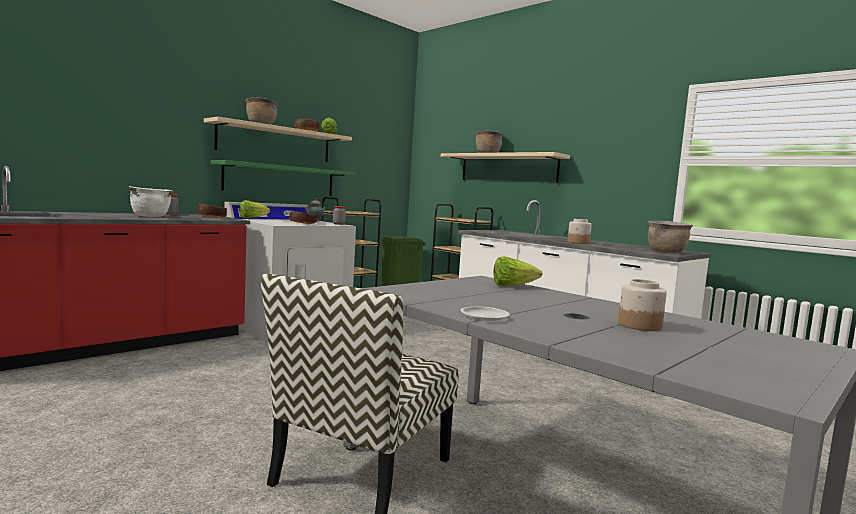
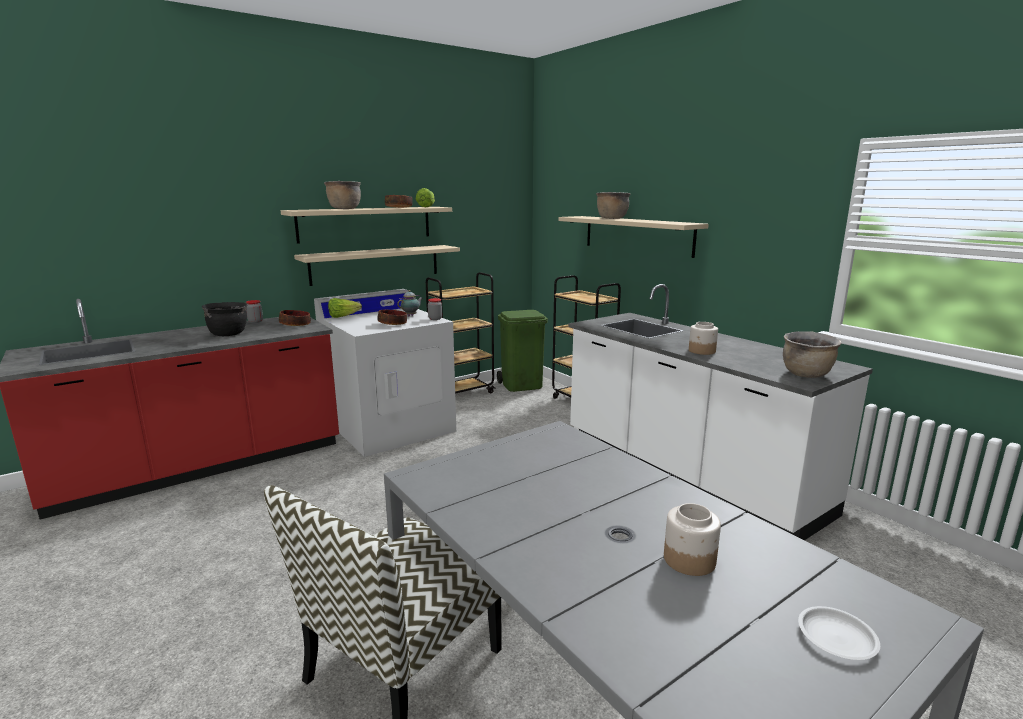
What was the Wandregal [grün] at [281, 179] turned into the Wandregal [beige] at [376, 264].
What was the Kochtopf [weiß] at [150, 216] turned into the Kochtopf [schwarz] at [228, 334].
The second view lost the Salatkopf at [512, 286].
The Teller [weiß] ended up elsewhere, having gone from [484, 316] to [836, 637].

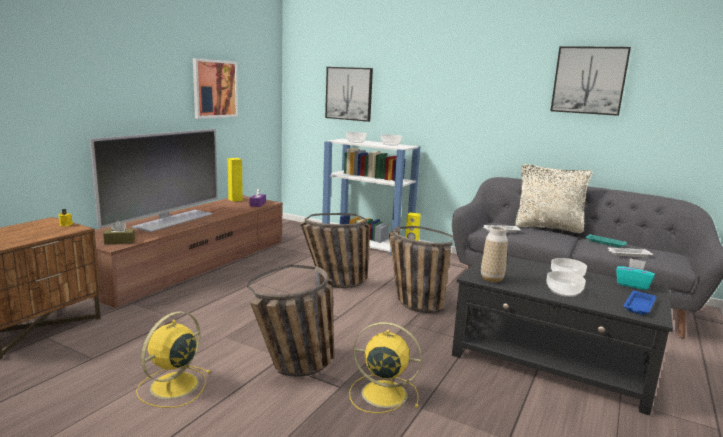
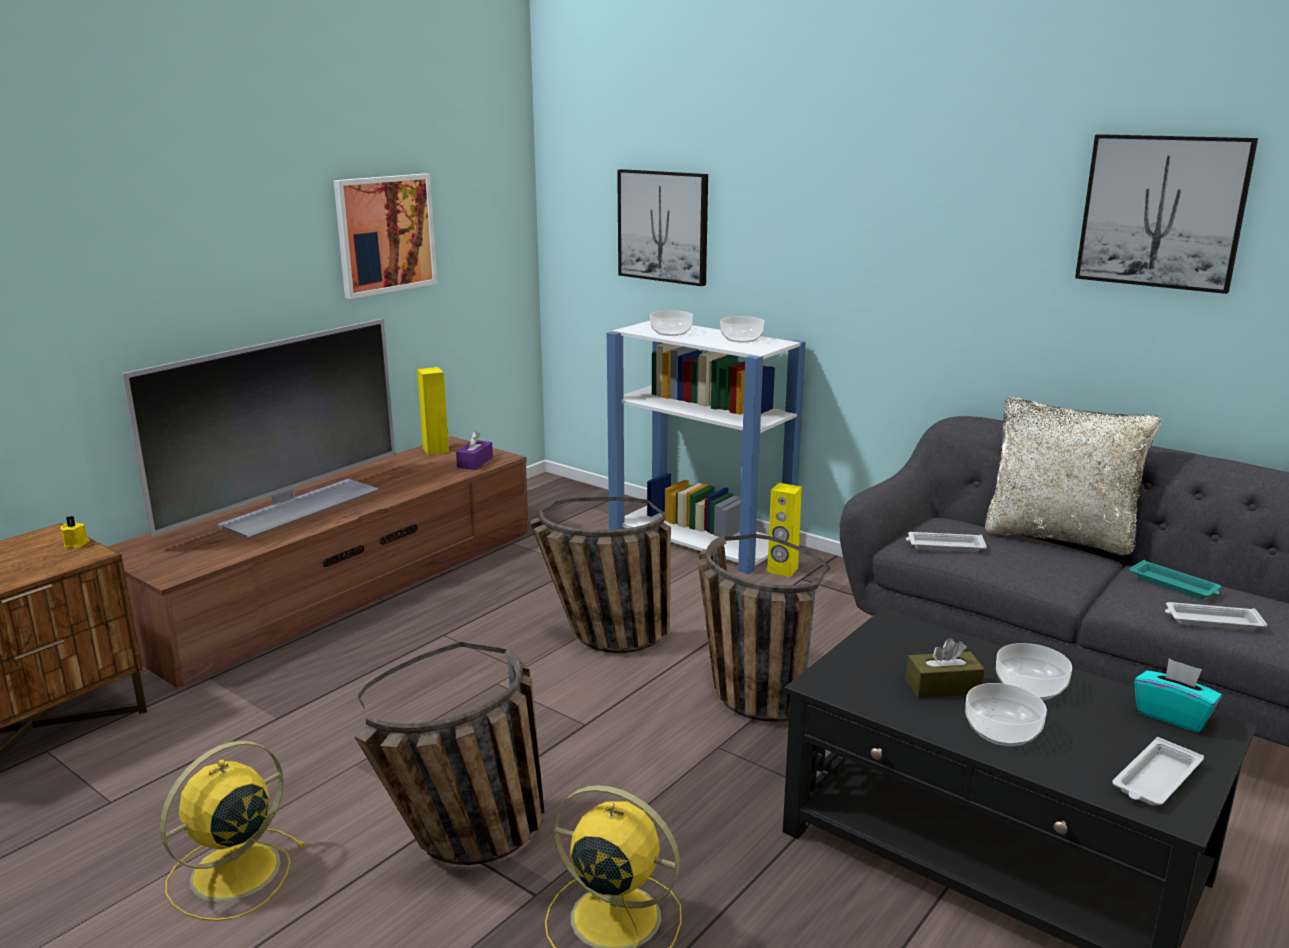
The Taschentuchbox [braun] ended up elsewhere, having gone from [119, 241] to [943, 687].
The second view lost the Vase at [492, 279].
What was the Tablett [blau] at [639, 306] turned into the Tablett [weiß] at [1155, 780].

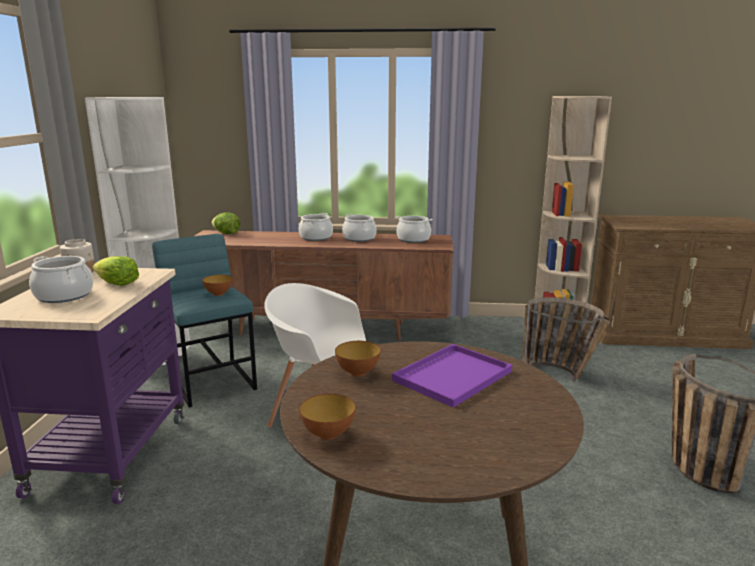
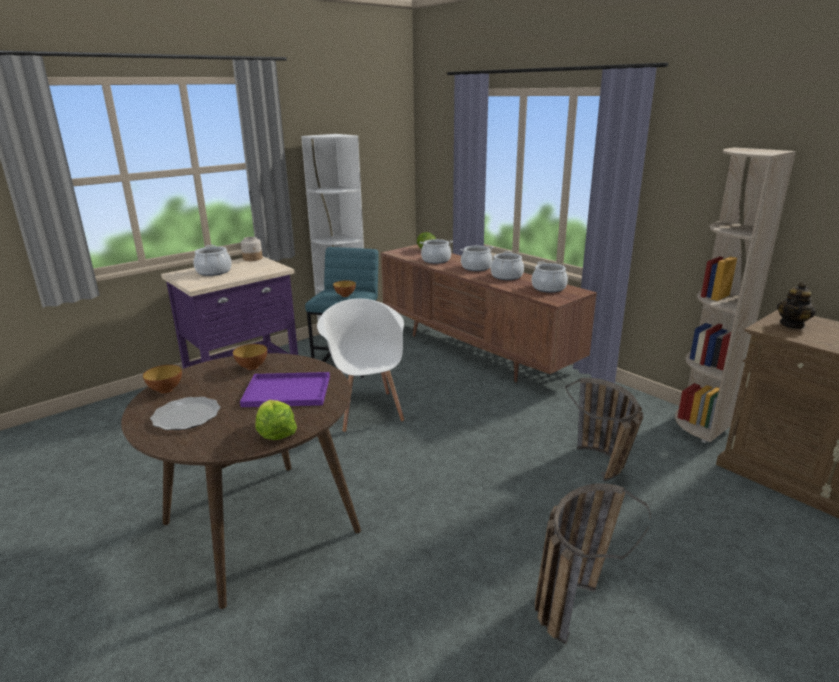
The Salatkopf ended up elsewhere, having gone from [117, 283] to [275, 432].
The second view gained the Kochtopf at [436, 260].
The second view gained the Teekanne at [792, 324].
The second view gained the Teller at [186, 416].

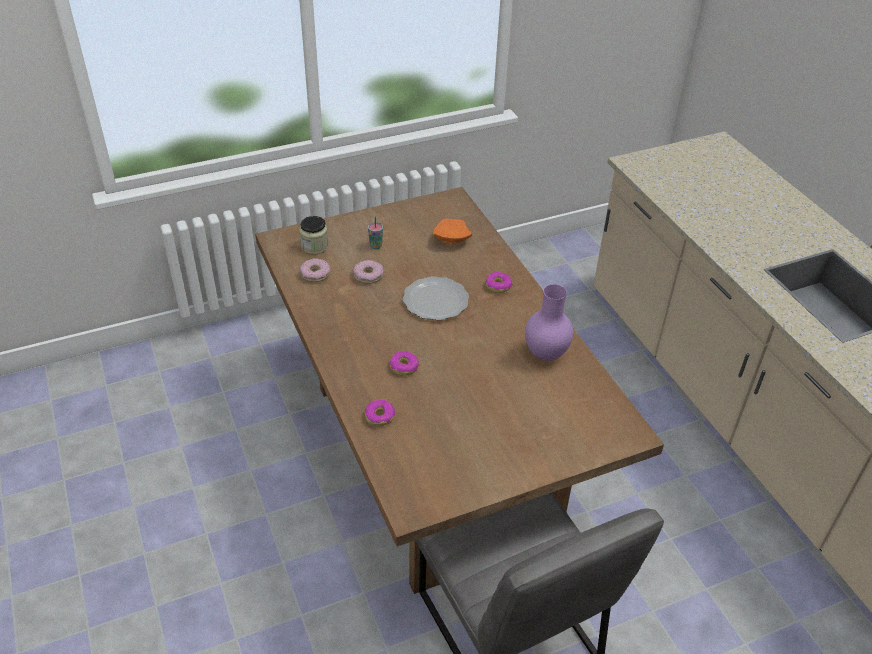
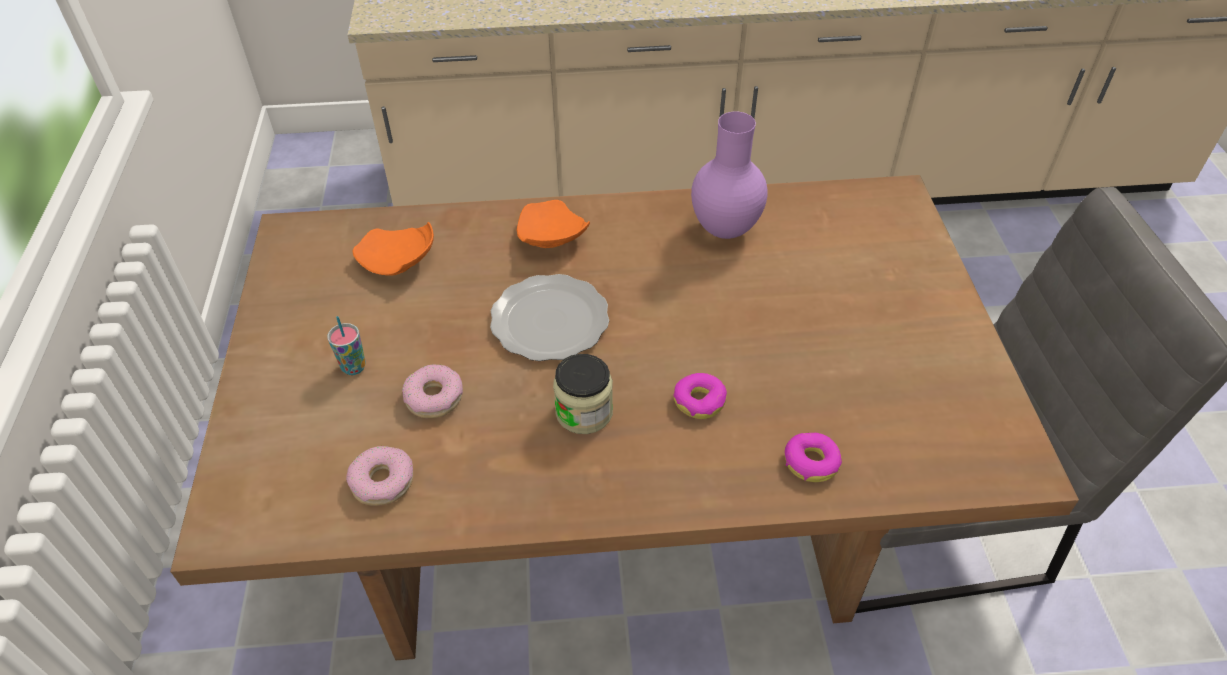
The Vorratsglas ended up elsewhere, having gone from [314, 246] to [584, 412].
Where the Donut stood at [498, 286], the Teller [orange] came to stand at [550, 238].

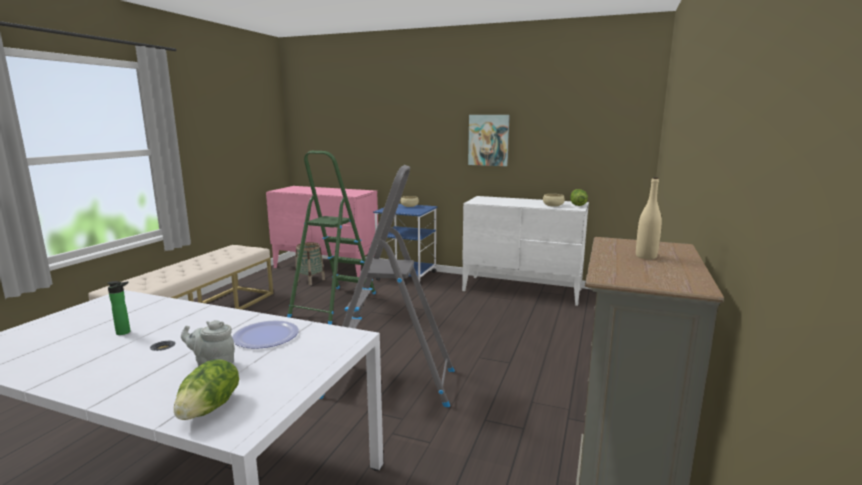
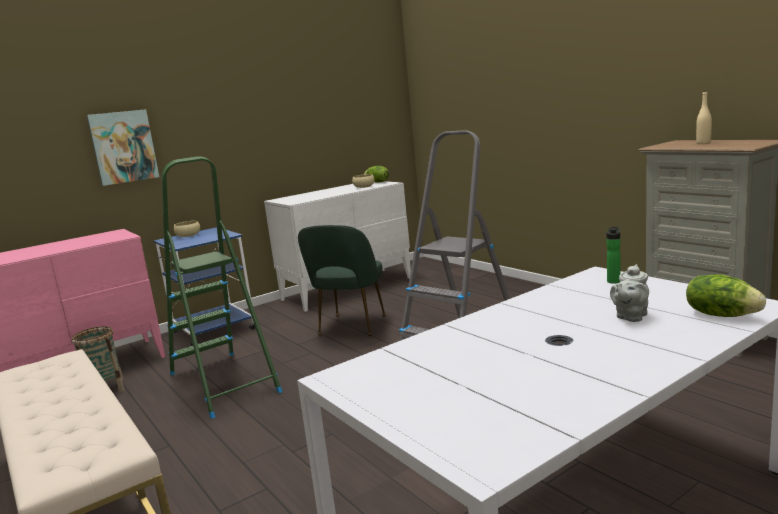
The Bild ended up elsewhere, having gone from [488, 140] to [123, 147].
The Flasche ended up elsewhere, having gone from [125, 332] to [614, 281].
The second view lost the Teller at [266, 336].
The second view gained the Stuhl [grün] at [350, 328].

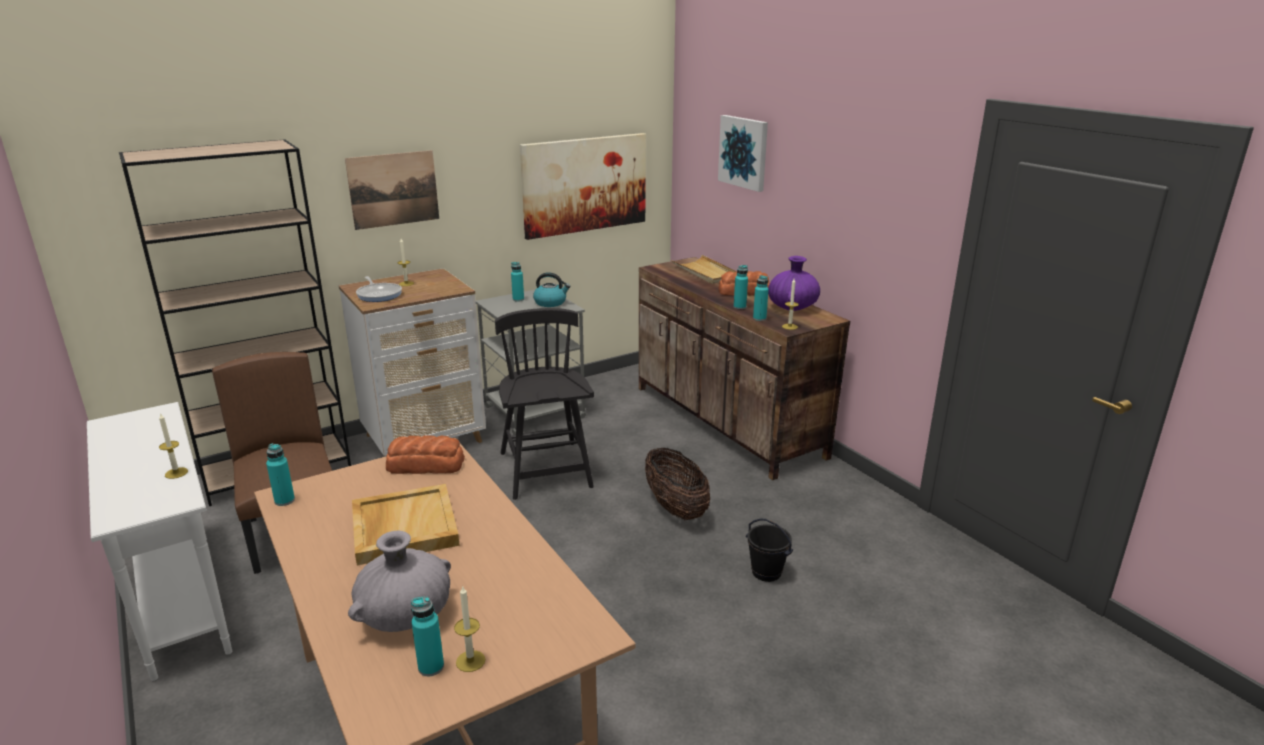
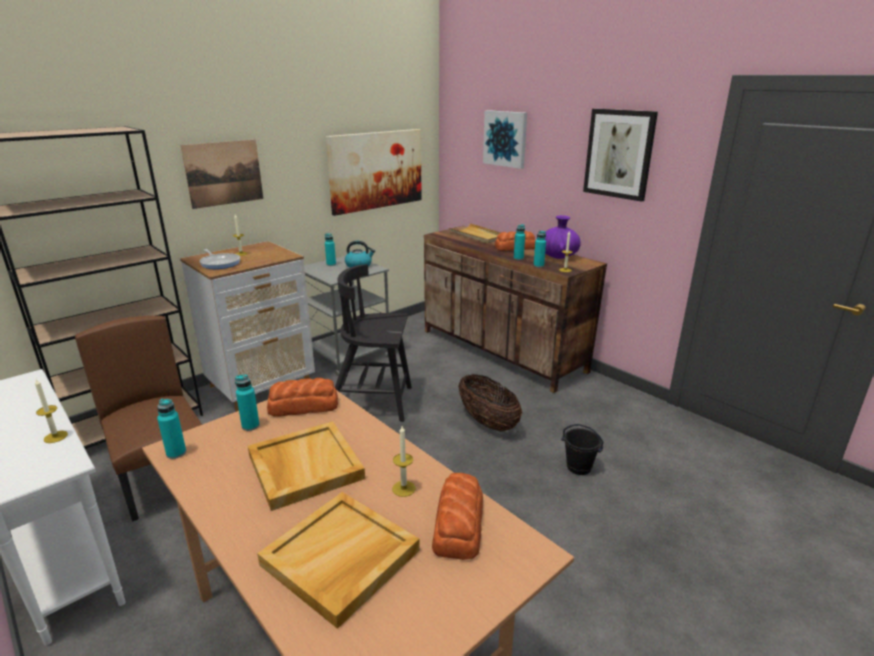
The Stuhl [schwarz] at [546, 470] ended up facing another way, 60 degrees counterclockwise from before.
Where the Vase [grau] stood at [406, 616], the Tablett [beige] came to stand at [340, 559].
The Kerze ended up elsewhere, having gone from [470, 661] to [403, 488].
The Flasche [türkis] ended up elsewhere, having gone from [431, 667] to [250, 426].
The second view gained the Bild at [619, 154].
The second view gained the Brot at [459, 523].

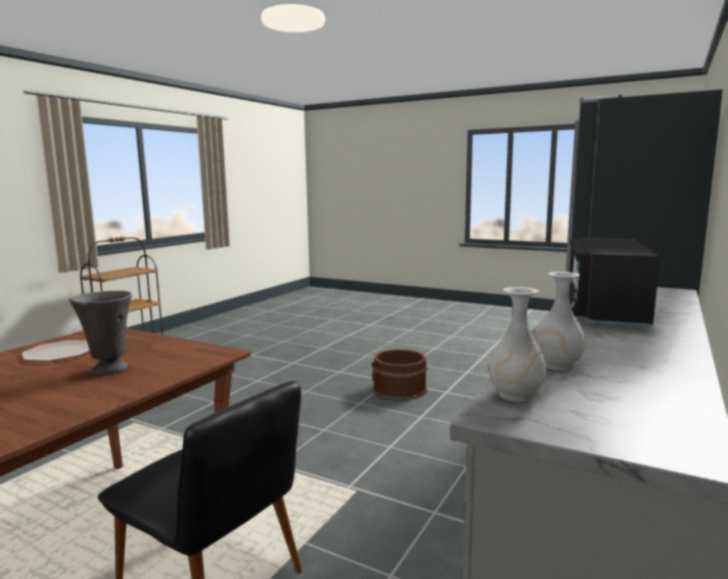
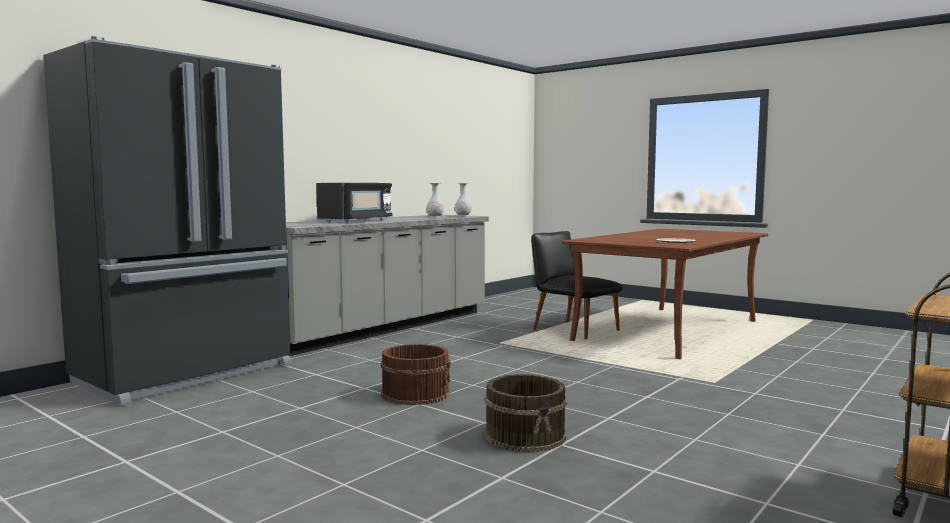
The second view lost the Vase [grau] at [109, 369].
The second view gained the Eimer [braun] at [526, 435].

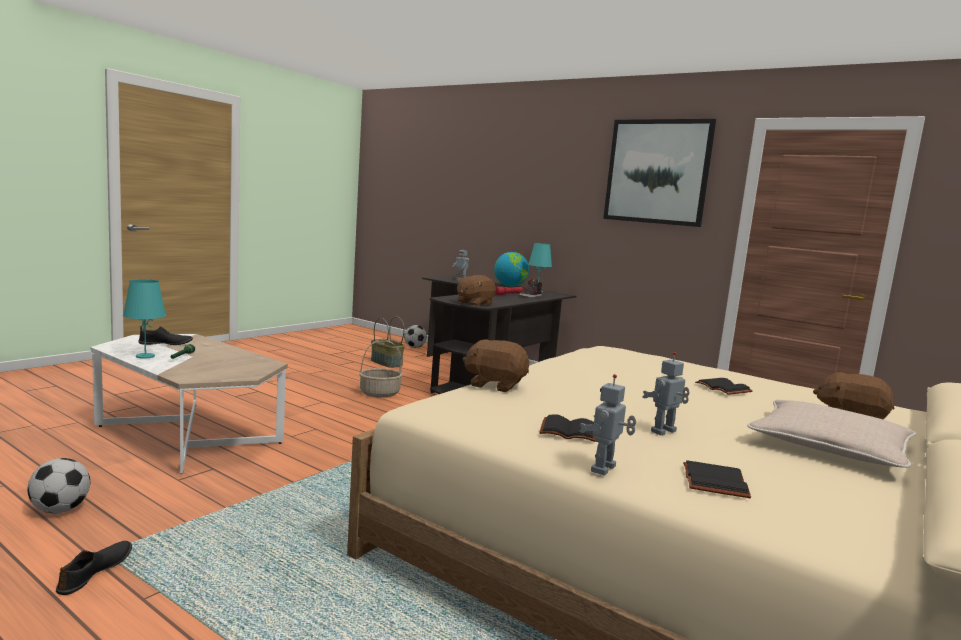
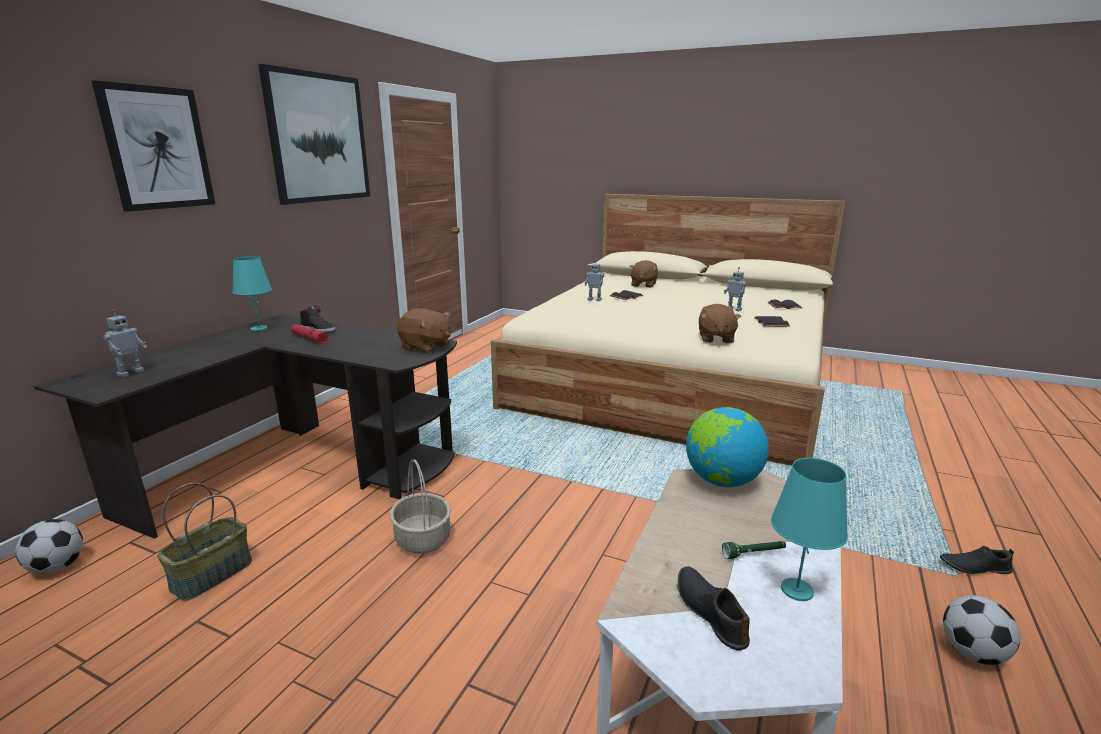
The Globus ended up elsewhere, having gone from [510, 286] to [722, 481].
The Spielzeugroboter ended up elsewhere, having gone from [605, 469] to [595, 299].
The second view lost the Kissen [beige] at [829, 445].
The second view gained the Bild at [157, 148].

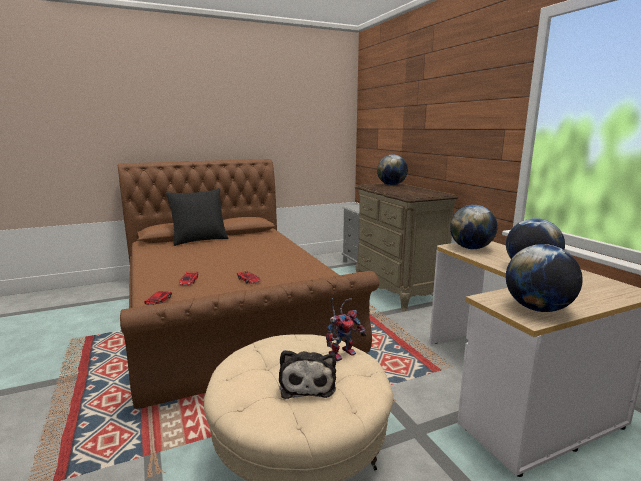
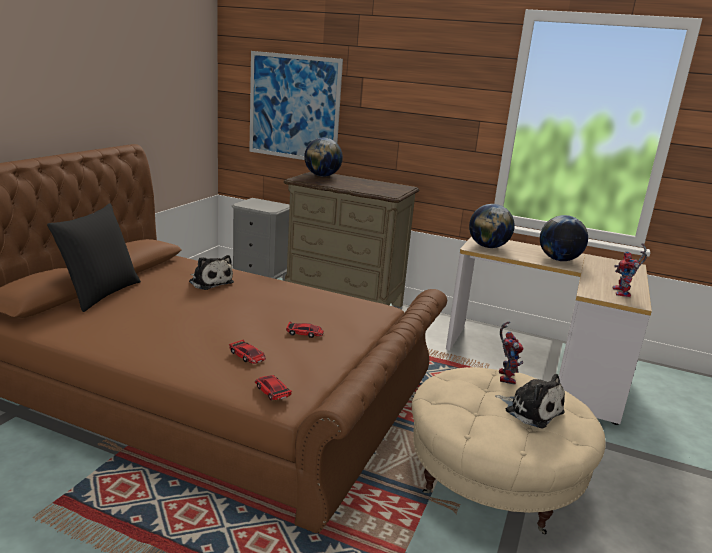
Where the Globus stood at [538, 308], the Spielzeugroboter came to stand at [623, 293].
The second view gained the Bild at [294, 107].
The second view gained the Plüschtier at [210, 282].

